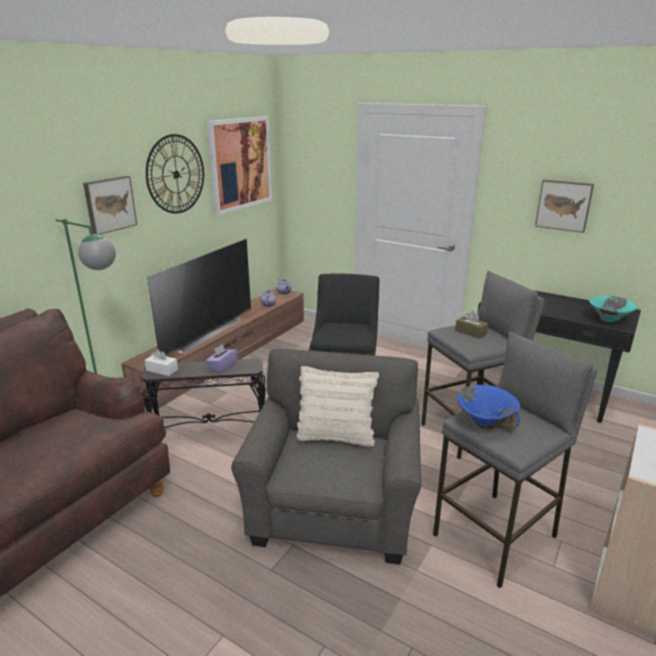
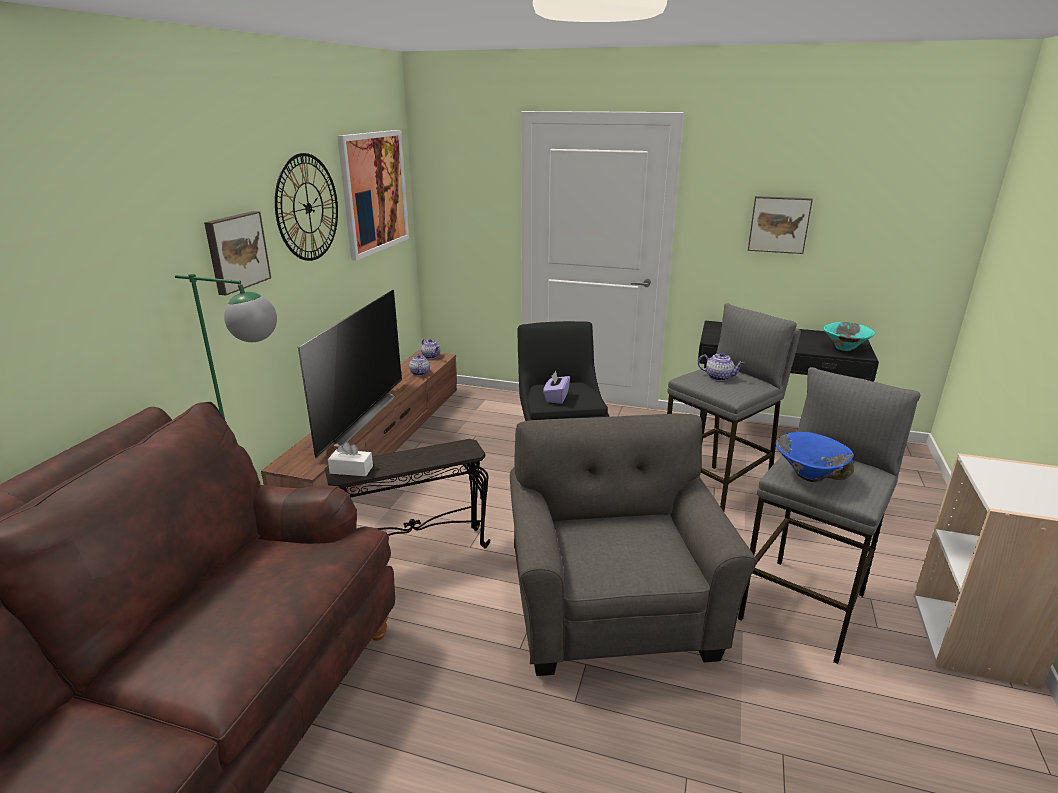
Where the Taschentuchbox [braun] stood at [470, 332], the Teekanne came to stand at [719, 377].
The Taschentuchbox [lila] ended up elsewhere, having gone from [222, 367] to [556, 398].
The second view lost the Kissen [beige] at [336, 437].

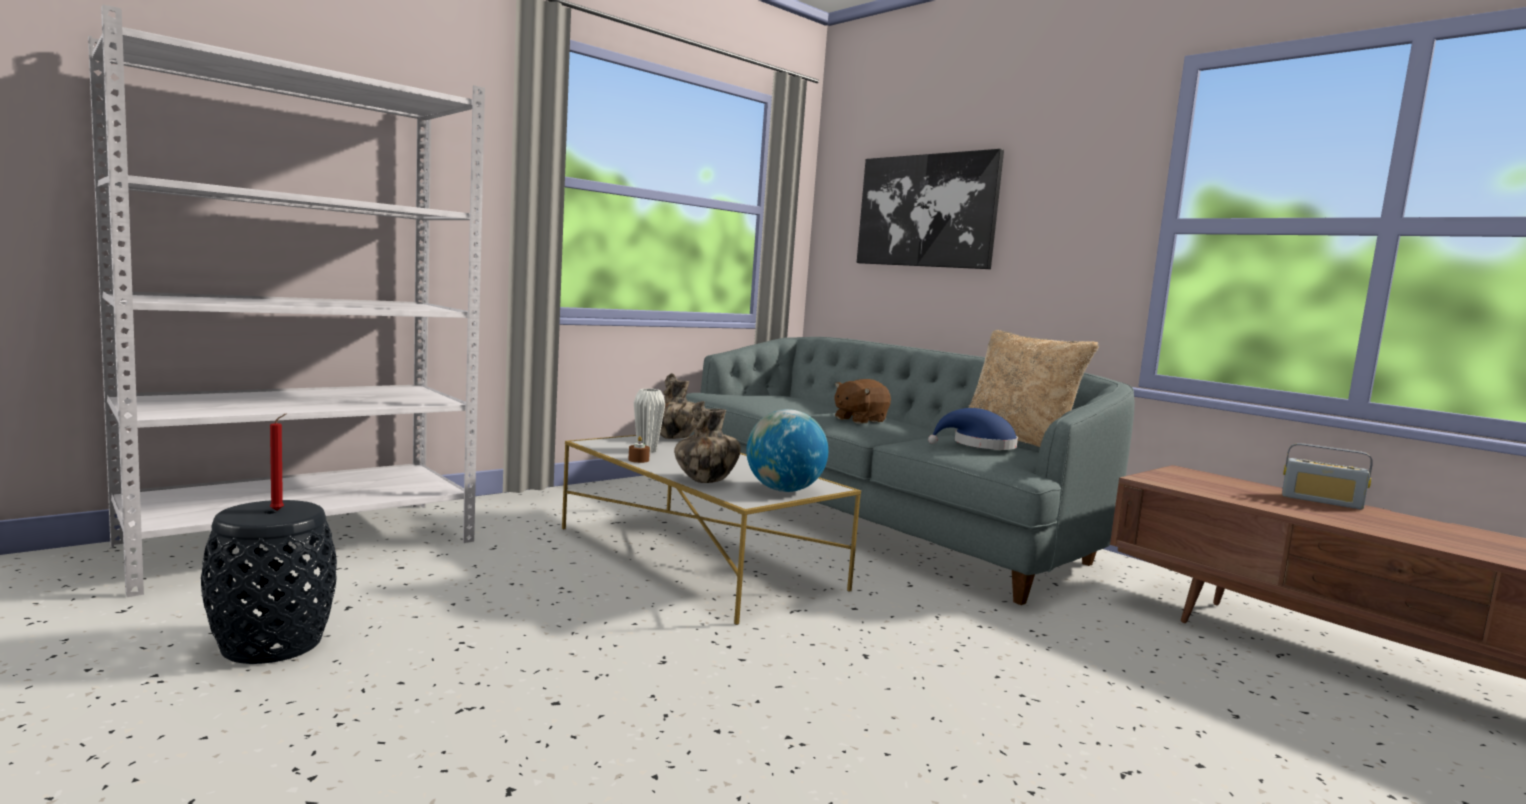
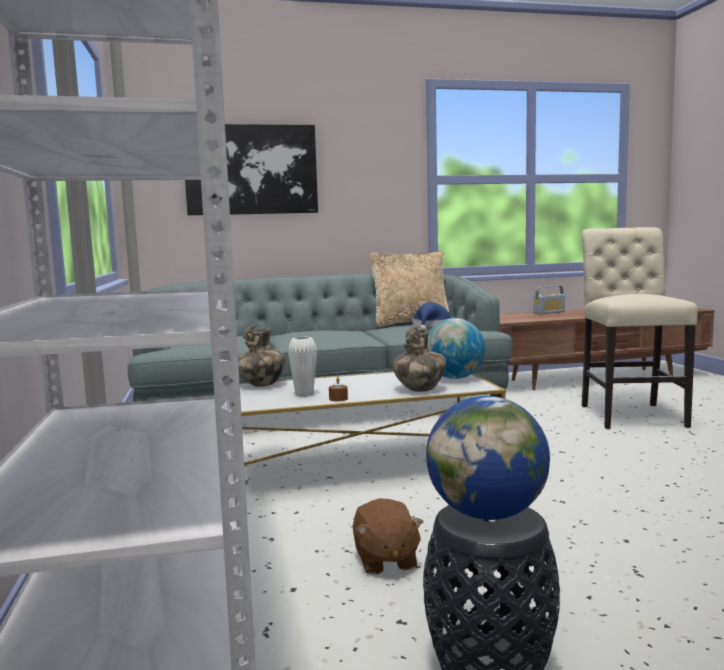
The Plüschtier [braun] ended up elsewhere, having gone from [859, 420] to [385, 560].
Where the Kerze [rot] stood at [279, 510], the Globus came to stand at [487, 514].
The second view gained the Hocker [beige] at [630, 414].

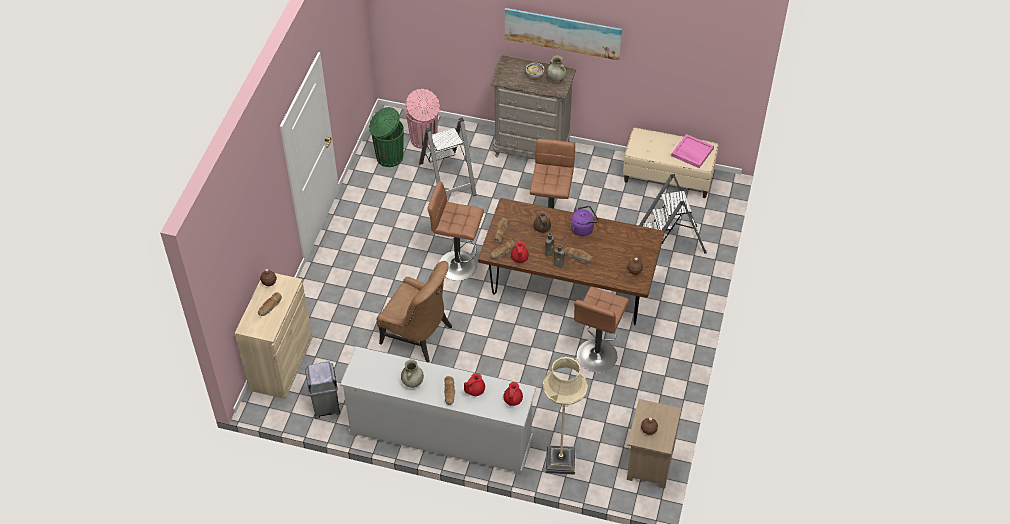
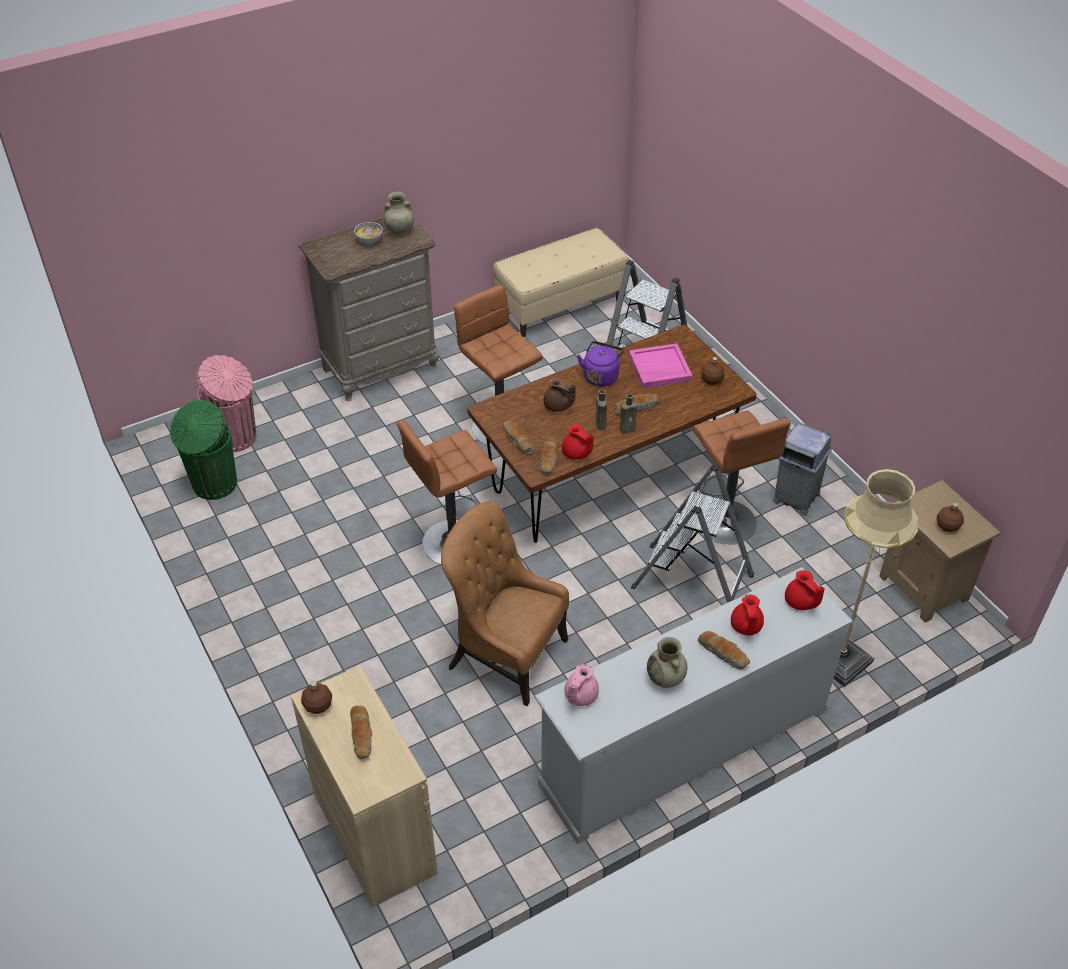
The second view lost the Bild at [562, 32].
The Trittleiter [grau] ended up elsewhere, having gone from [447, 179] to [694, 581].
The Tablett [rosa] ended up elsewhere, having gone from [692, 152] to [659, 368].
The Stuhl [braun] at [417, 334] ended up facing another way, 135 degrees counterclockwise from before.
The Mülleimer [grau] ended up elsewhere, having gone from [326, 406] to [795, 497].
The second view gained the Teekanne [rosa] at [579, 696].

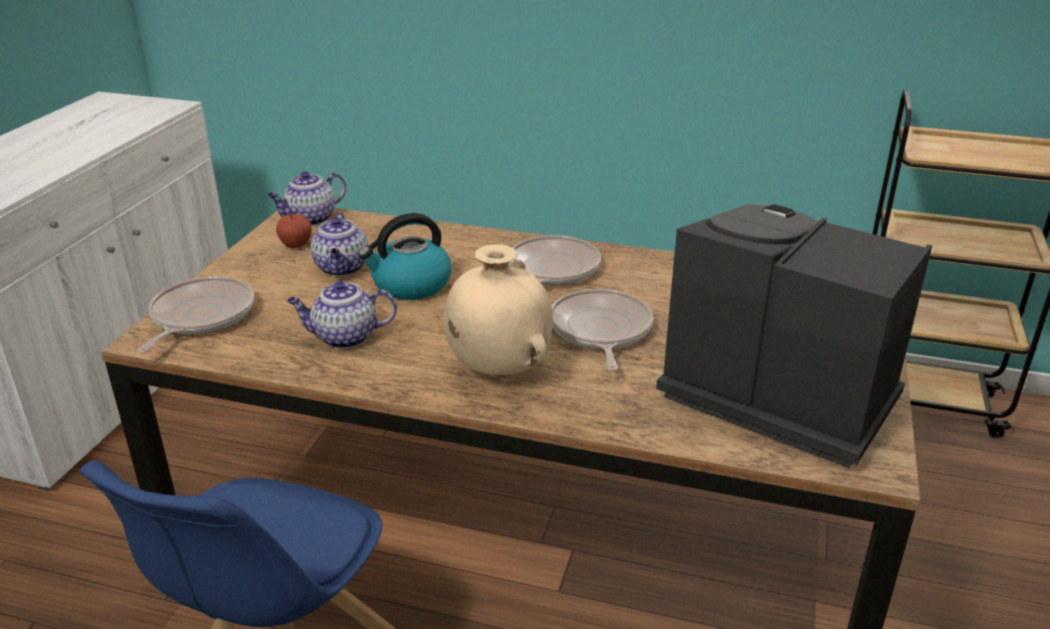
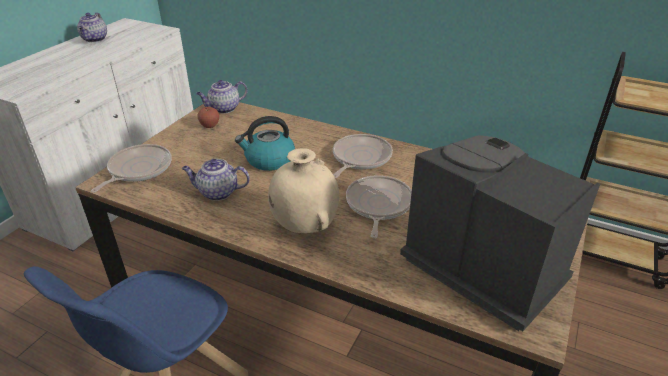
The Teekanne ended up elsewhere, having gone from [342, 268] to [95, 39].

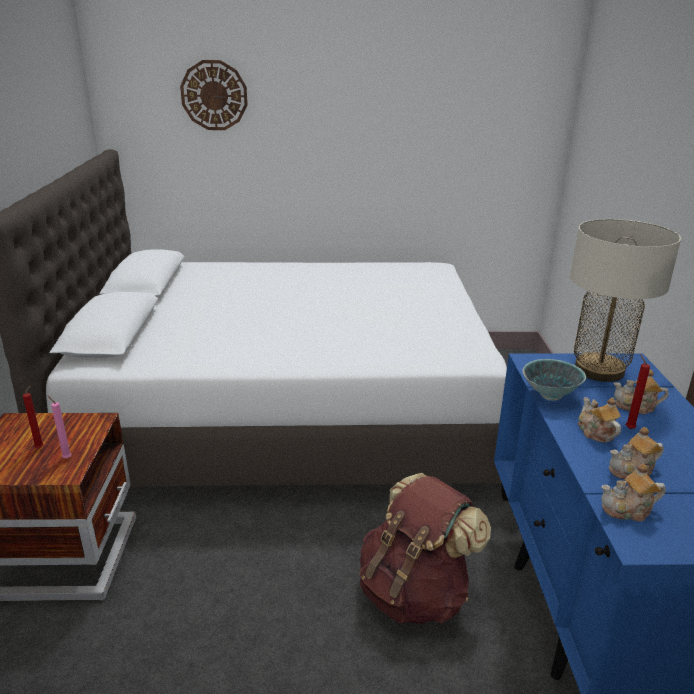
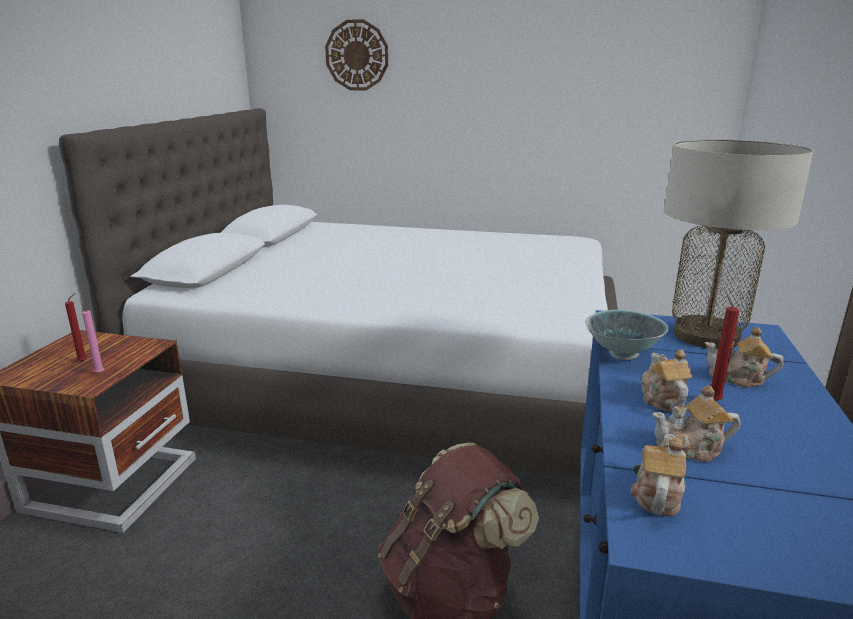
The Teekanne at [628, 510] ended up facing another way, 105 degrees clockwise from before.

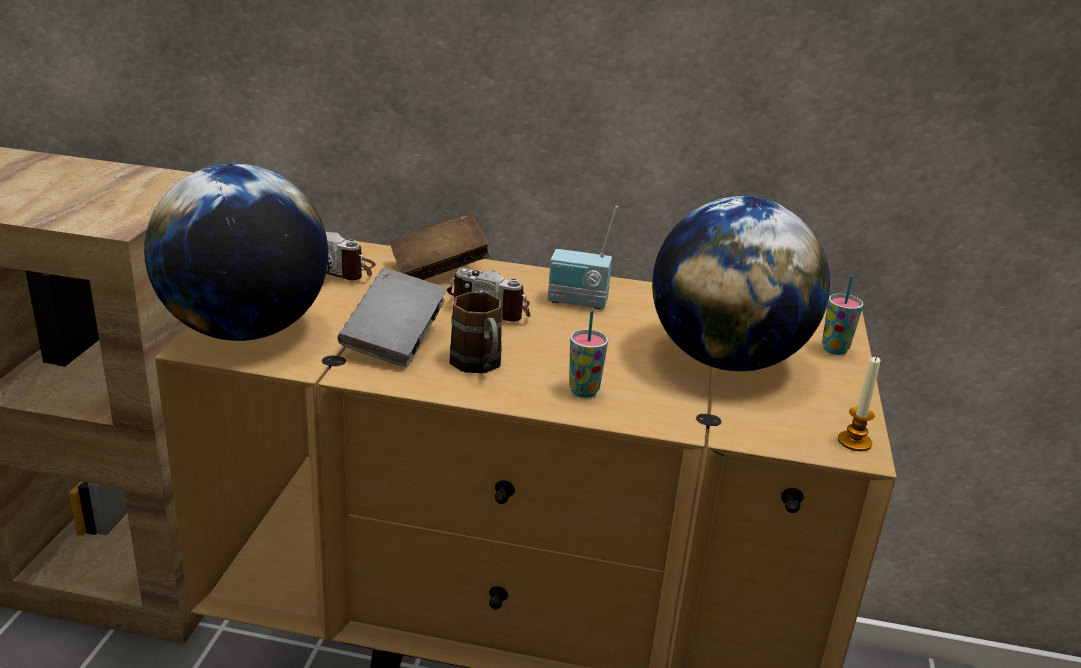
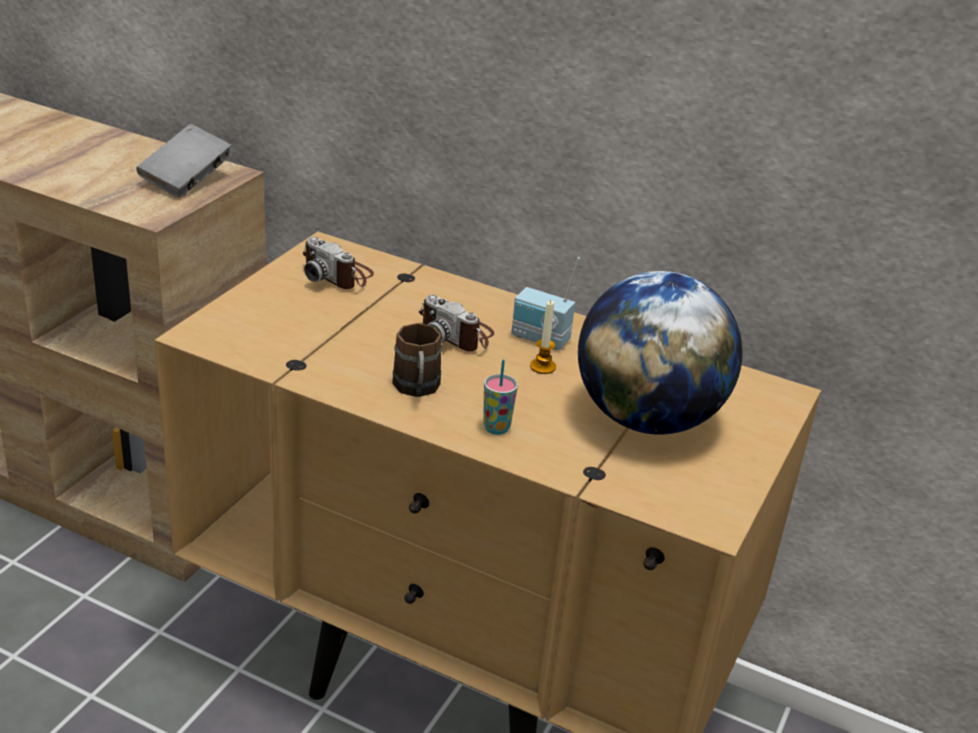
The second view lost the Globus at [245, 331].
The second view lost the Buch [braun] at [439, 270].
The Buch [grau] ended up elsewhere, having gone from [394, 341] to [186, 180].
The second view lost the Tasse at [834, 349].
The Kerze ended up elsewhere, having gone from [854, 442] to [542, 367].

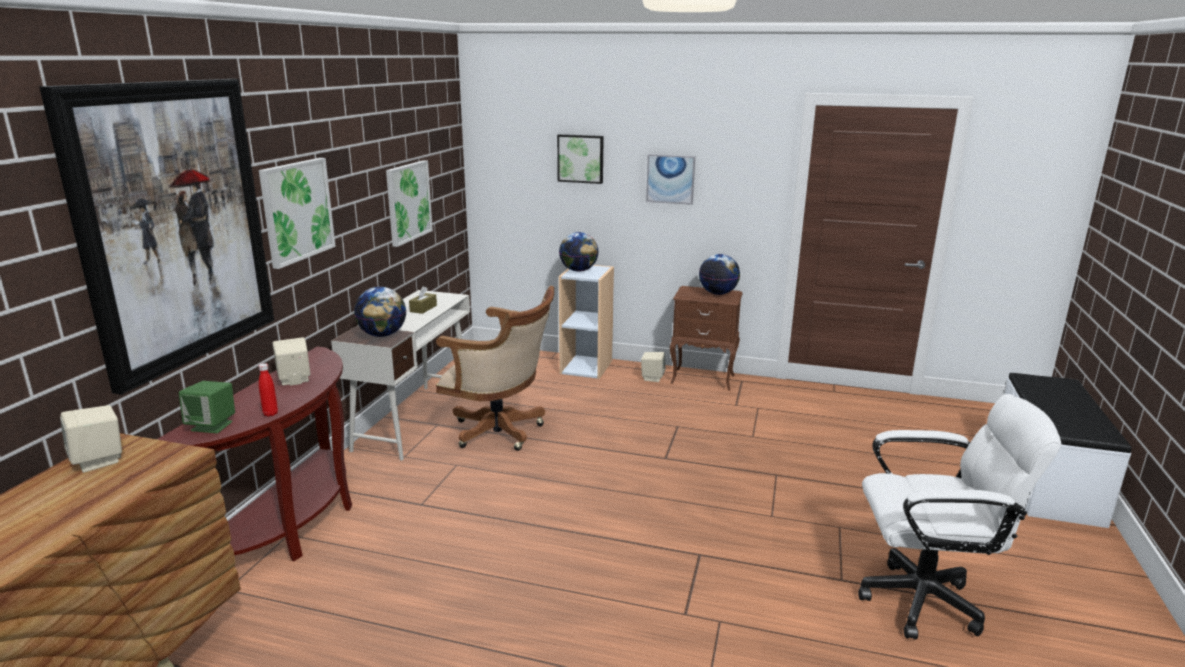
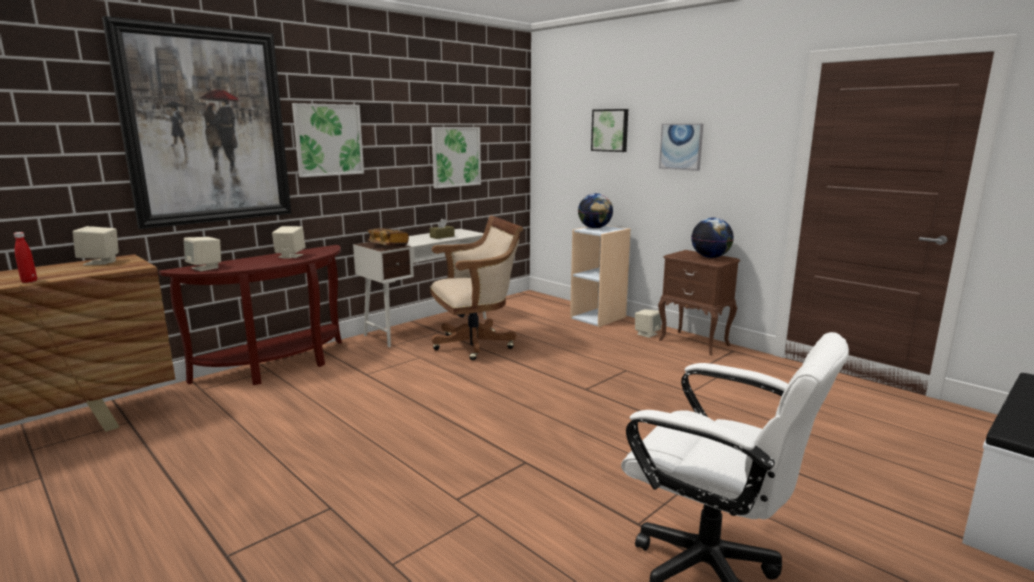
The Bürostuhl at [501, 432] ended up facing another way, 75 degrees counterclockwise from before.
Where the Globus stood at [382, 335], the Buch came to stand at [388, 245].
The Flasche [rot] ended up elsewhere, having gone from [270, 414] to [29, 281].
What was the Lautsprecher [grün] at [212, 426] turned into the Lautsprecher [beige] at [205, 268].

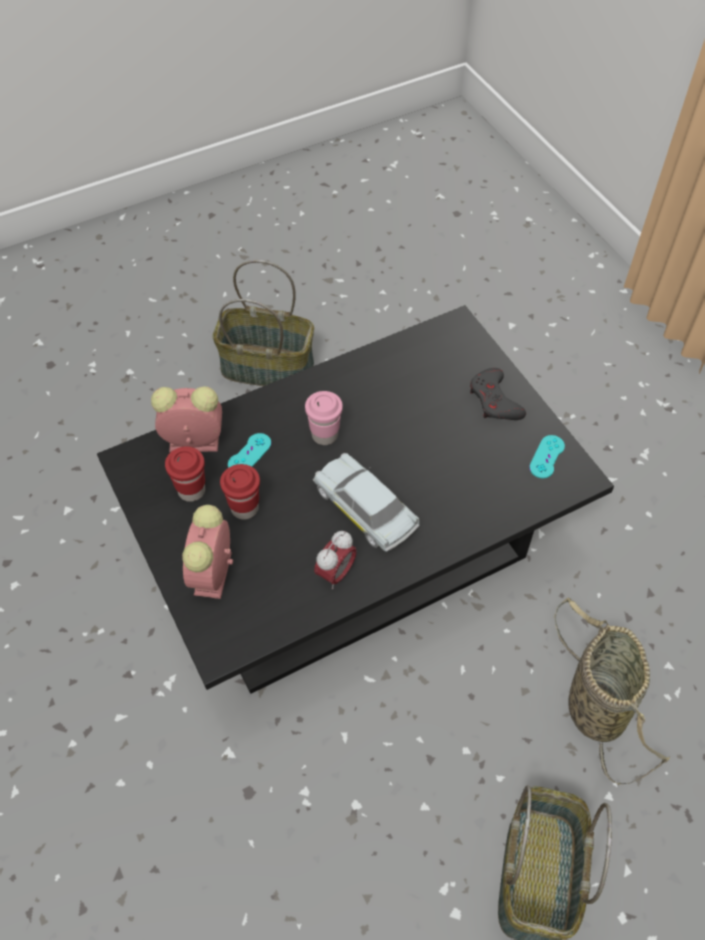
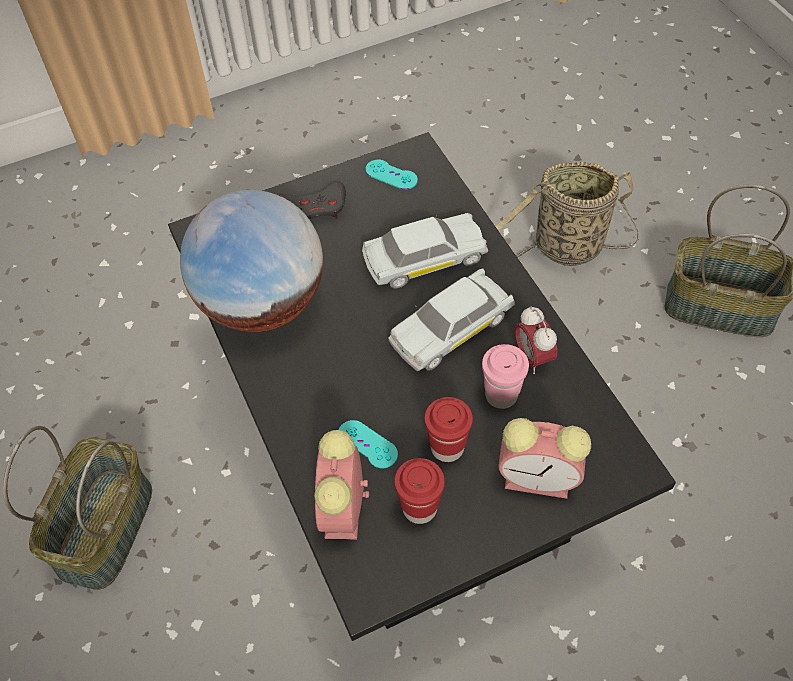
The Tasse [rosa] ended up elsewhere, having gone from [324, 435] to [501, 395].
The Wecker at [336, 573] ended up facing another way, 150 degrees counterclockwise from before.
The second view gained the Globus at [262, 302].
The second view gained the Spielzeugauto [weiß] at [424, 260].

